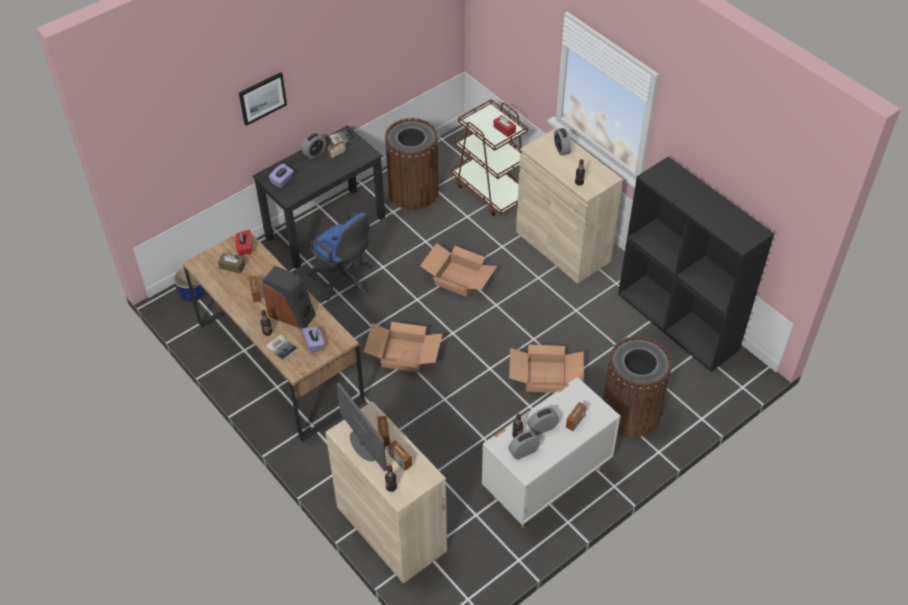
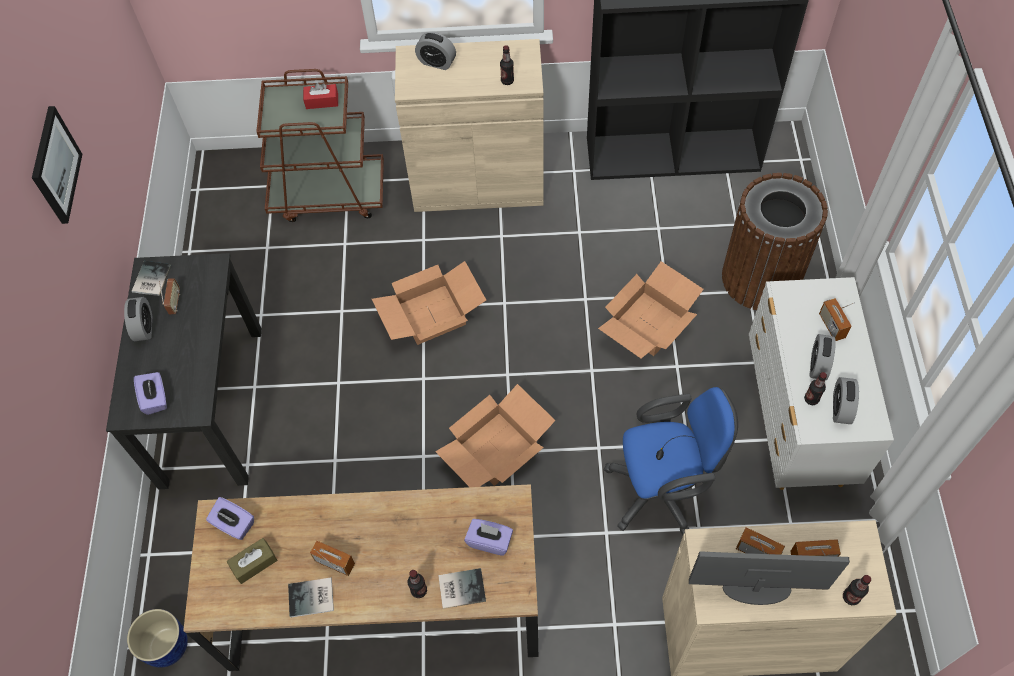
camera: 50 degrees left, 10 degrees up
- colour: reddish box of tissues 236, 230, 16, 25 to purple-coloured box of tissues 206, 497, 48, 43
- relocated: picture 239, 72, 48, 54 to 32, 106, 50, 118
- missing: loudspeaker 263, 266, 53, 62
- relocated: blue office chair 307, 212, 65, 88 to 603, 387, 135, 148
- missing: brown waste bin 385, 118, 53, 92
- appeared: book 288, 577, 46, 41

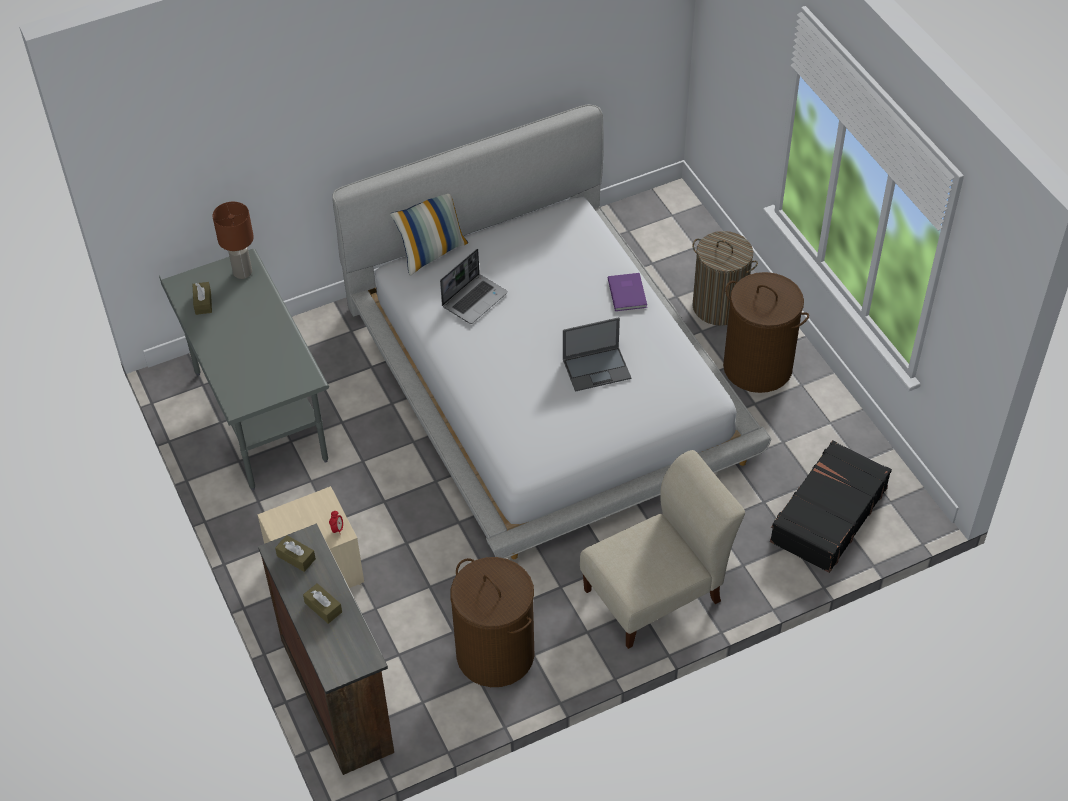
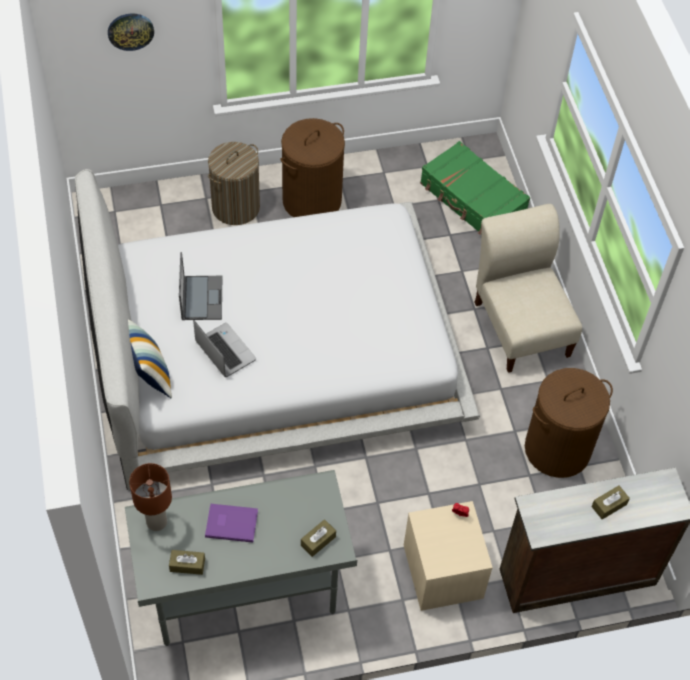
camera: 80 degrees left, 5 degrees up
- relocated: brown box of tissues 275, 535, 41, 37 to 301, 519, 35, 38
- relocated: notebook computer 563, 317, 68, 75 to 179, 252, 43, 68
- relocated: purple-coloured book 608, 273, 39, 38 to 205, 504, 53, 38
- colour: blackish suitcase 770, 440, 122, 133 to green suitcase 420, 141, 110, 94
- appeared: wall clock 108, 14, 46, 37

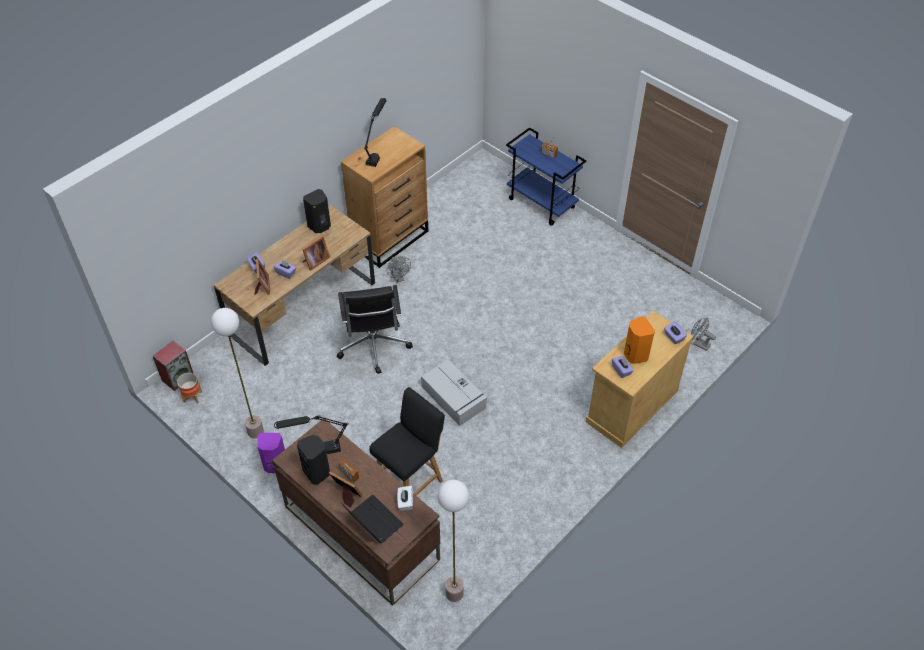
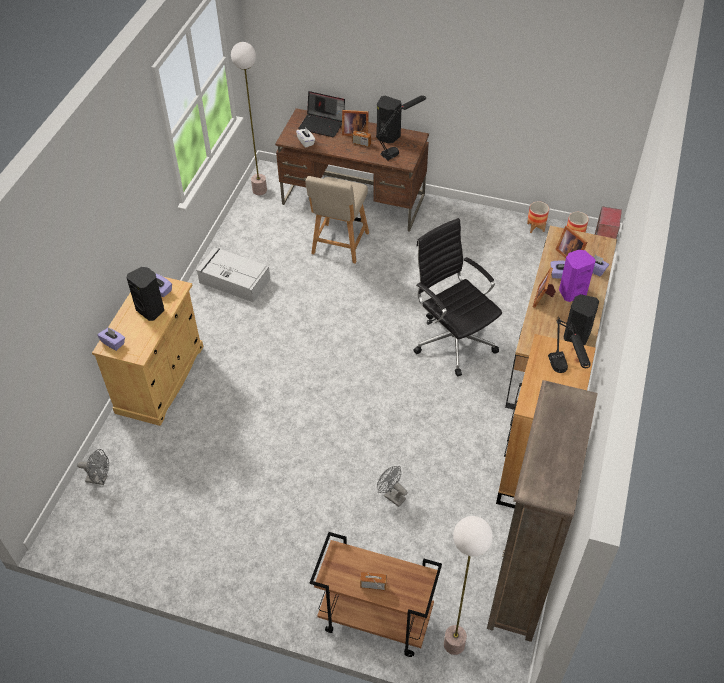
camera: 155 degrees right, 0 degrees up
- relocated: standard lamp 211, 308, 53, 130 to 444, 516, 49, 139
- relocated: purple-coloured loudspeaker 257, 433, 28, 40 to 559, 250, 37, 52
- colour: blackish plain chair 369, 387, 76, 109 to sand-coloured plain chair 305, 176, 64, 88
- relocated: gray fan 387, 256, 24, 27 to 377, 466, 31, 41
- relocated: gray storage box 421, 360, 66, 66 to 196, 247, 74, 55
- colour: blue cart 506, 127, 80, 99 to brown cart 310, 532, 132, 125
- colour: orangey loudspeaker 624, 316, 31, 48 to blackish loudspeaker 126, 267, 38, 54
- appeared: brown shelving unit 487, 380, 111, 262
- appeared: flower pot 527, 201, 22, 32

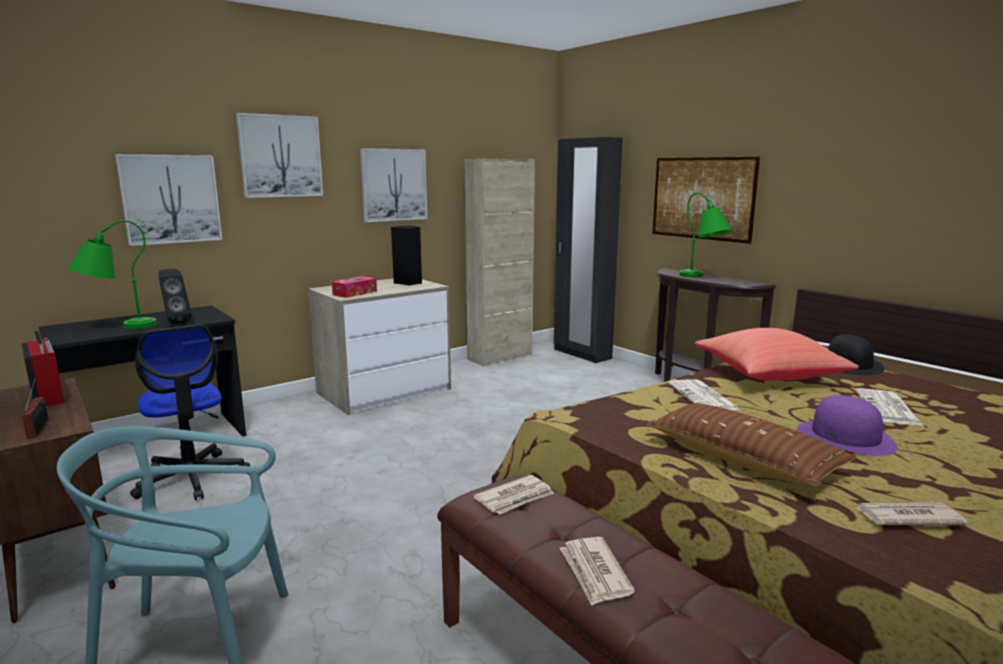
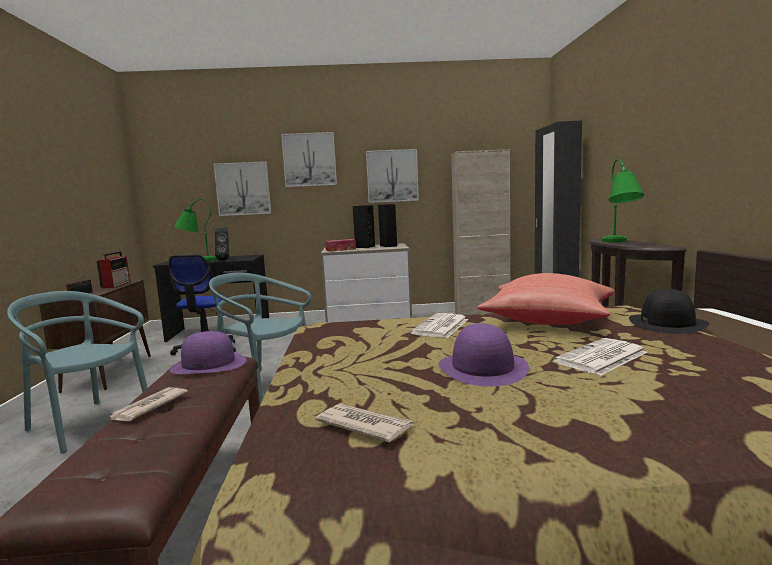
camera: 35 degrees right, 5 degrees down
- exchanged: newspaper 473, 475, 81, 40 to purple-coloured hat 170, 331, 77, 43
- missing: brown pillow 646, 403, 210, 83
- missing: picture 652, 157, 108, 87
- appeared: turquoise-coloured plain chair 209, 272, 103, 132
- appeared: blackish loudspeaker 353, 205, 22, 43

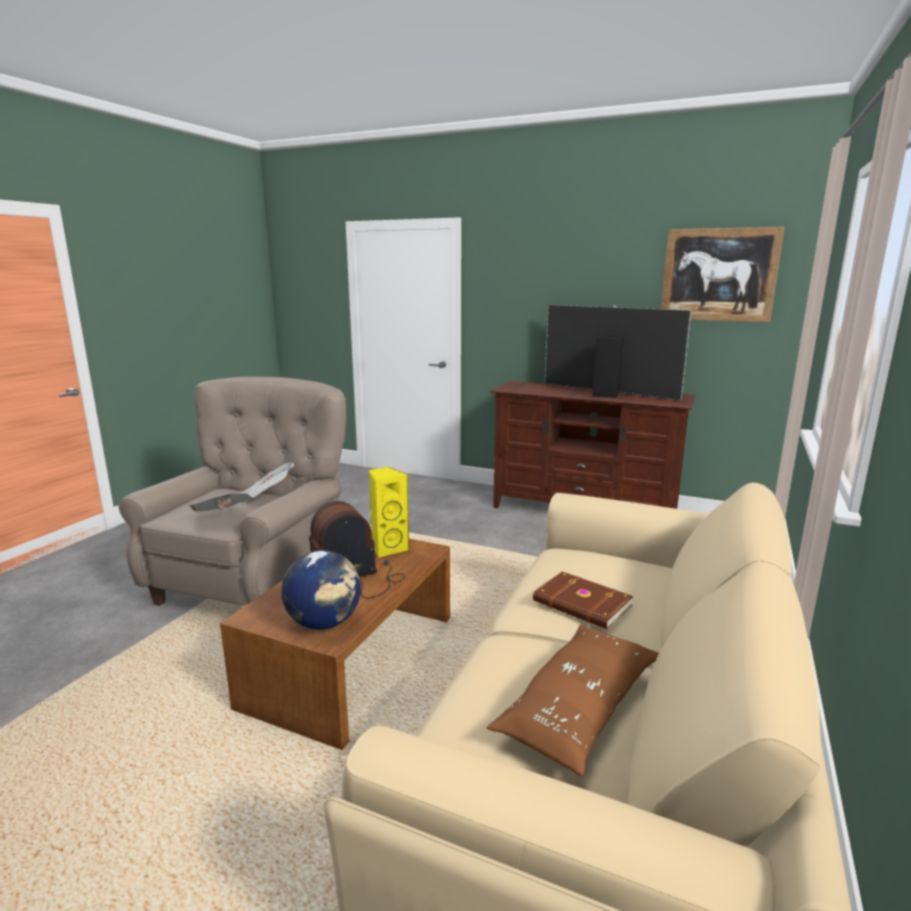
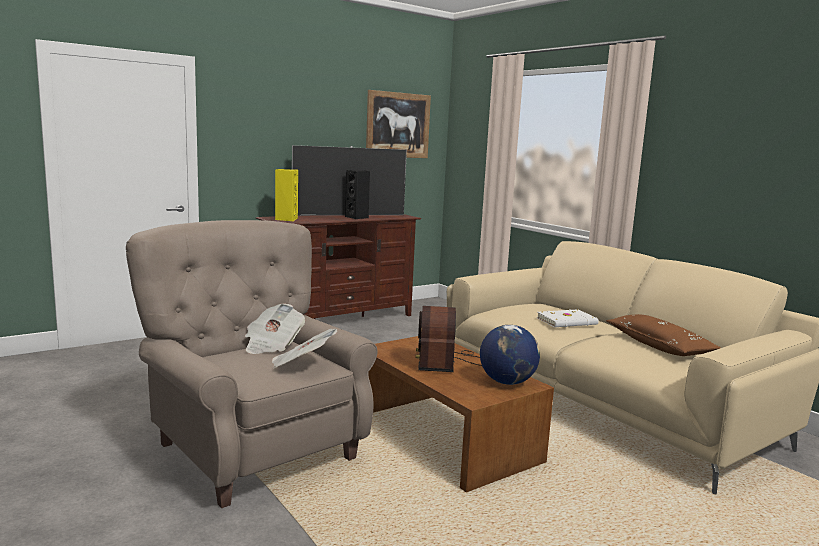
camera: 60 degrees left, 5 degrees down
- relocated: yellowish loudspeaker 369, 467, 41, 91 to 275, 169, 23, 52
- colour: brown book 533, 571, 100, 58 to white-coloured book 537, 309, 62, 18

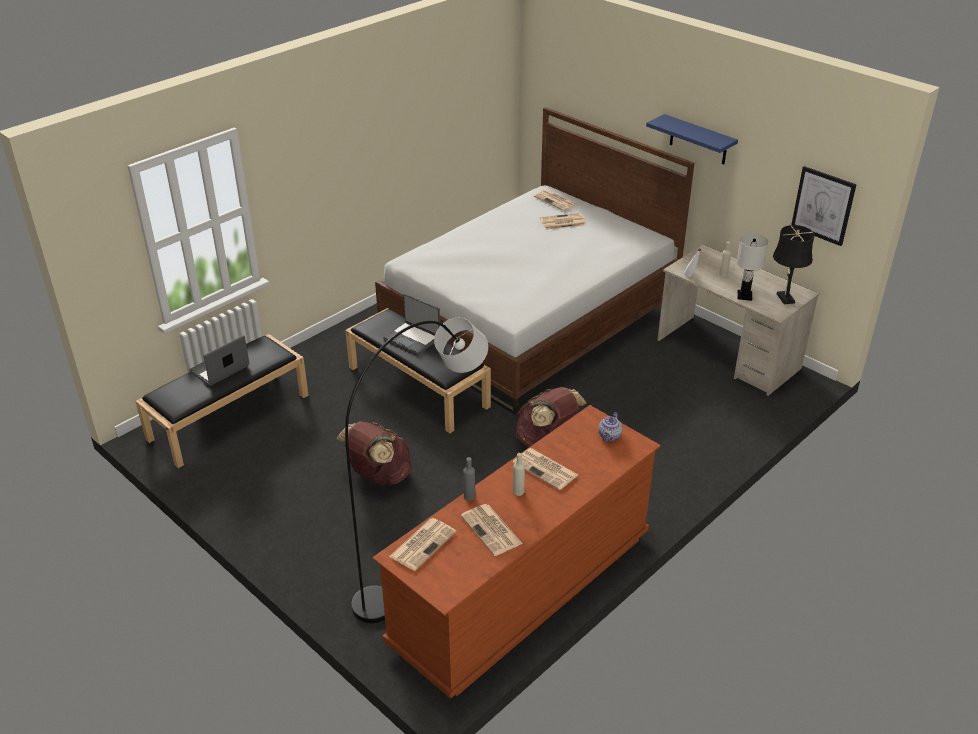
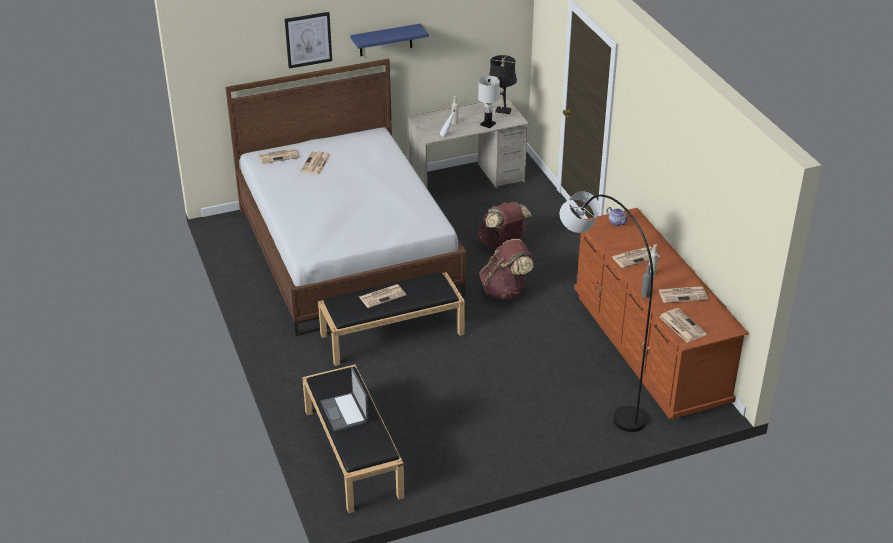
camera: 65 degrees left, 0 degrees up
- relocated: brown rucksack 336, 422, 75, 63 to 477, 202, 55, 46
- exchanged: notebook computer 384, 294, 56, 61 to newspaper 359, 284, 47, 24
- relocated: picture 791, 166, 65, 80 to 285, 12, 47, 57

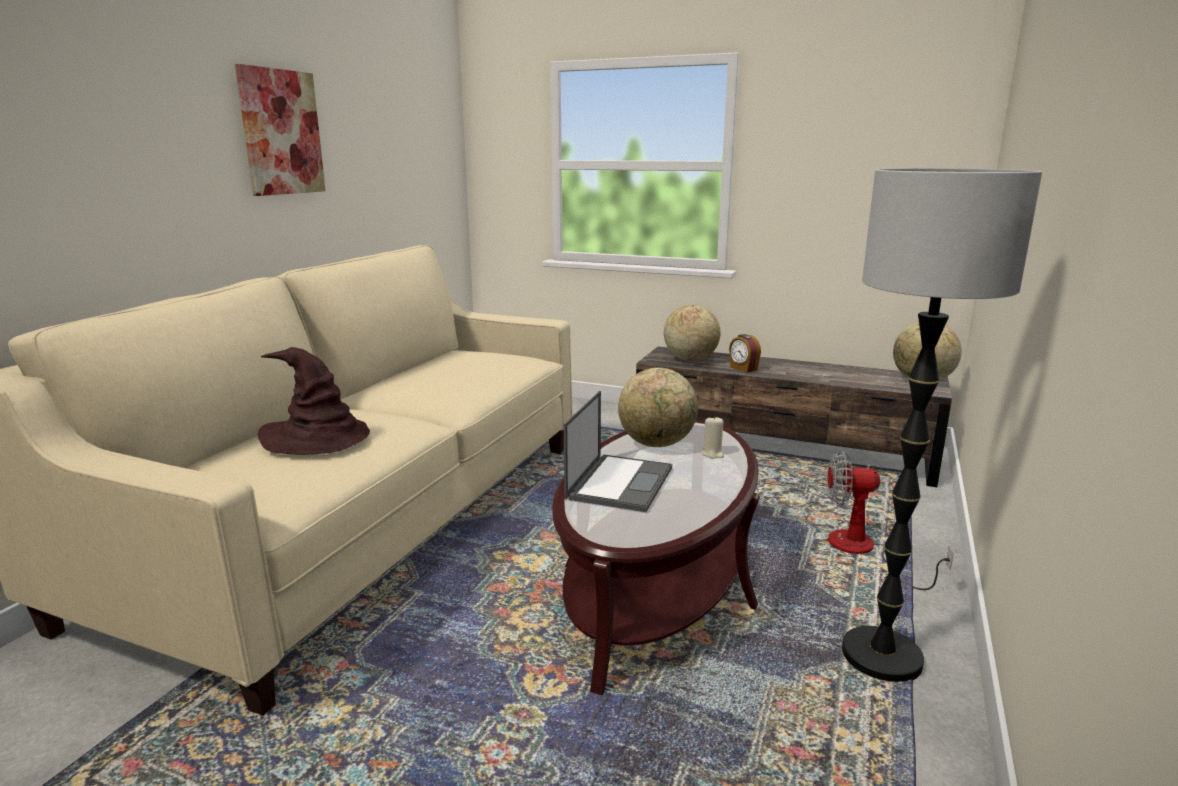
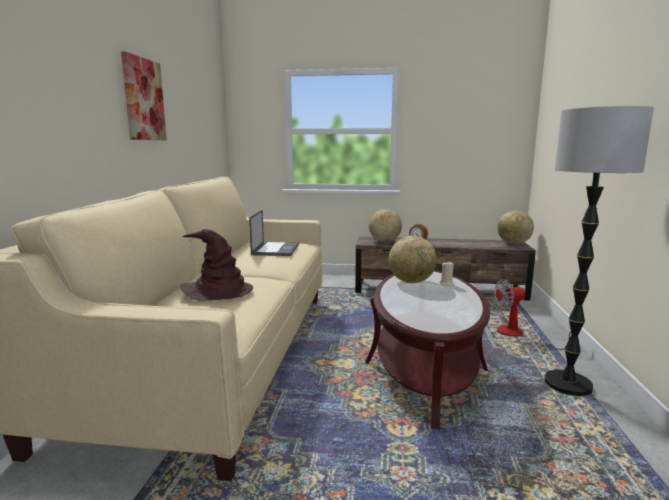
camera: 15 degrees left, 5 degrees down
- relocated: notebook computer 564, 391, 108, 121 to 249, 210, 50, 46

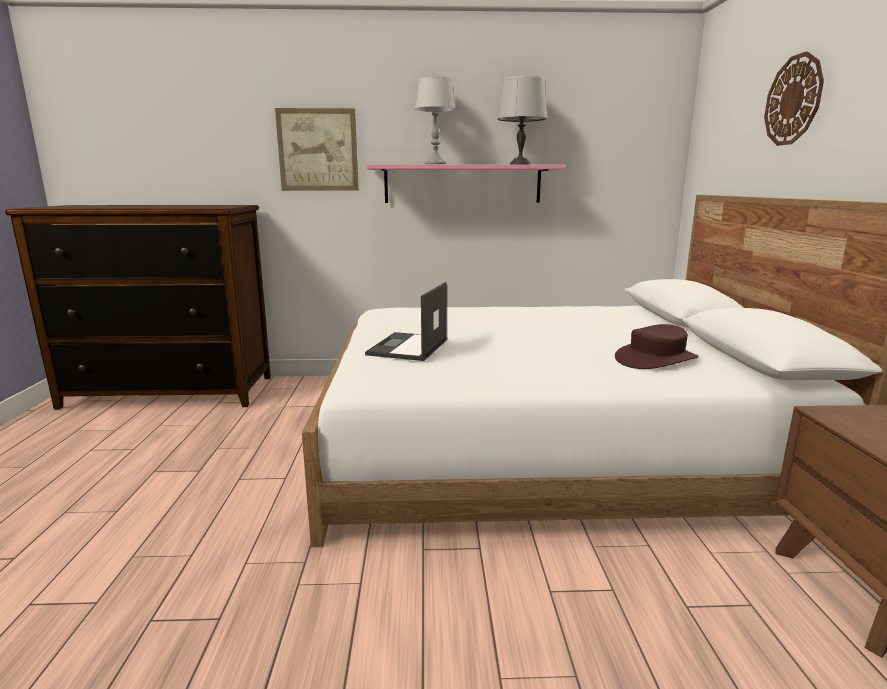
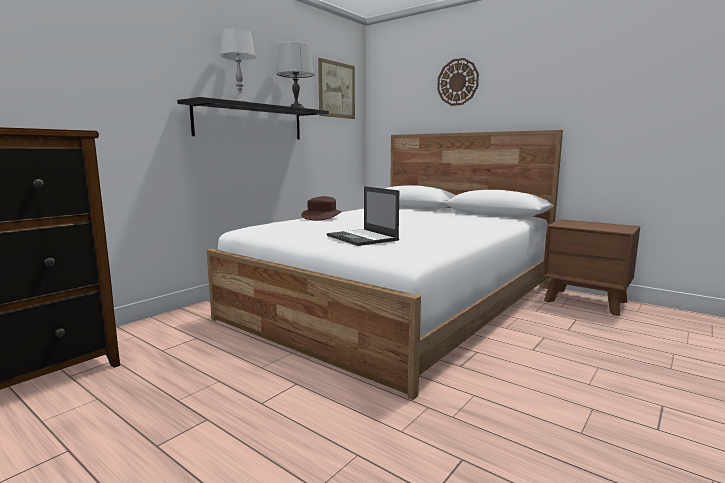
camera: 50 degrees left, 5 degrees down
- relocated: picture 275, 108, 84, 83 to 318, 58, 37, 61
- colour: pinkish wall shelf 366, 164, 199, 39 to blackish wall shelf 177, 97, 152, 43
- relocated: brown hat 615, 324, 84, 45 to 301, 196, 41, 24

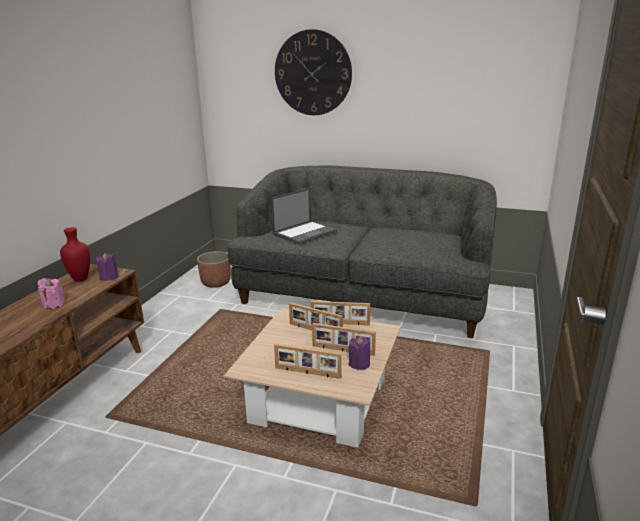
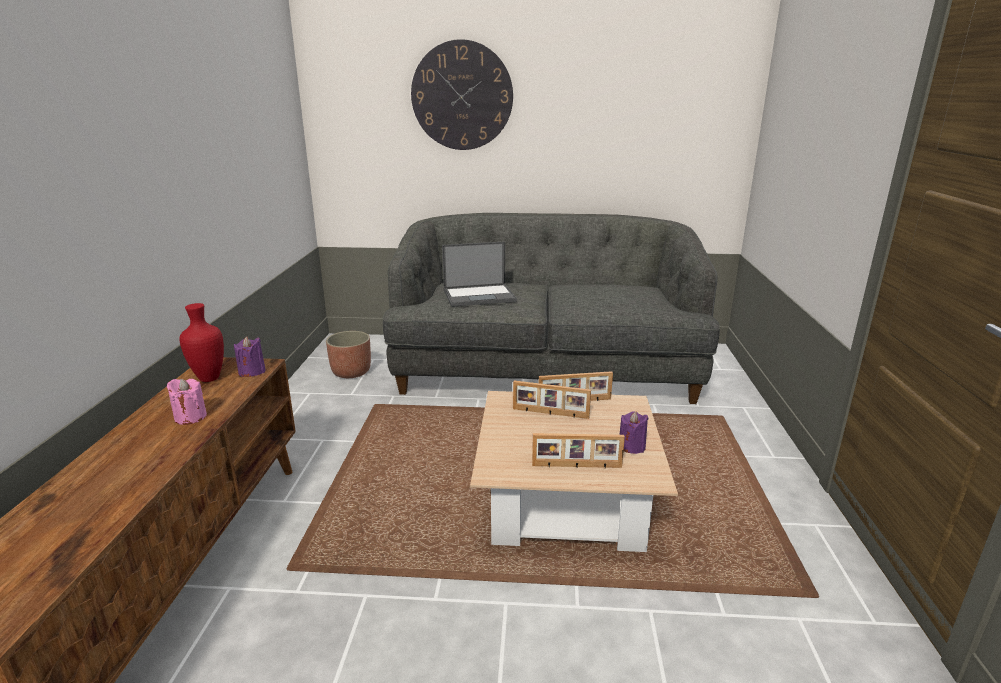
camera: 15 degrees left, 0 degrees up
- spun: notebook computer 271, 188, 66, 57 = 442, 241, 75, 66 45 degrees clockwise
- missing: photo frame 312, 323, 64, 33

